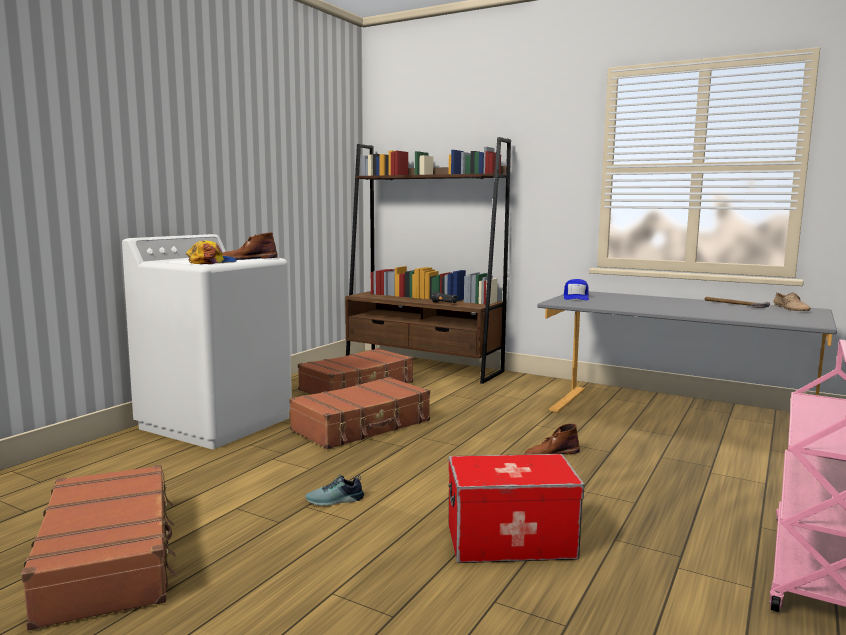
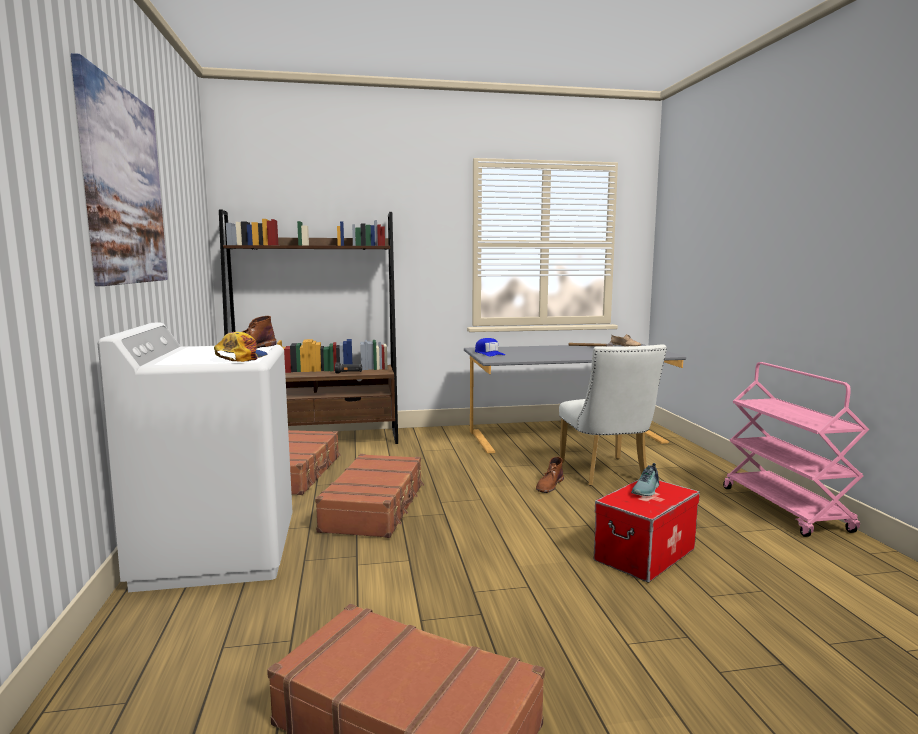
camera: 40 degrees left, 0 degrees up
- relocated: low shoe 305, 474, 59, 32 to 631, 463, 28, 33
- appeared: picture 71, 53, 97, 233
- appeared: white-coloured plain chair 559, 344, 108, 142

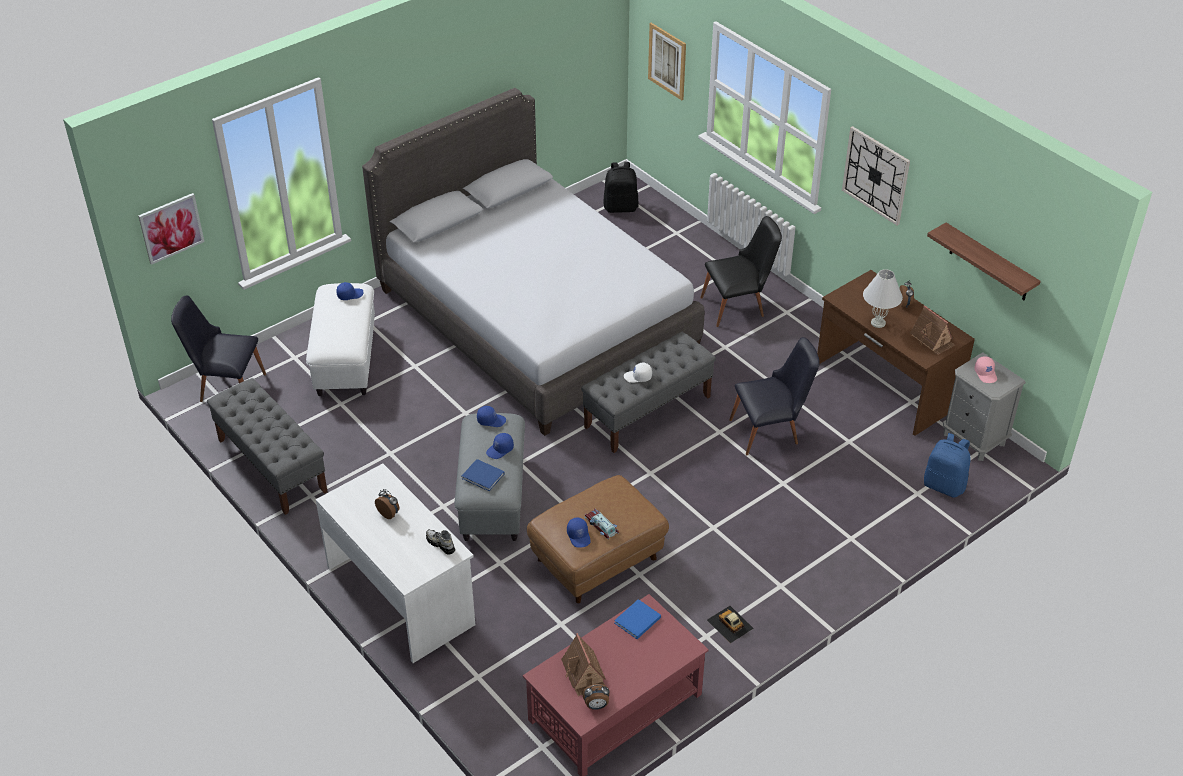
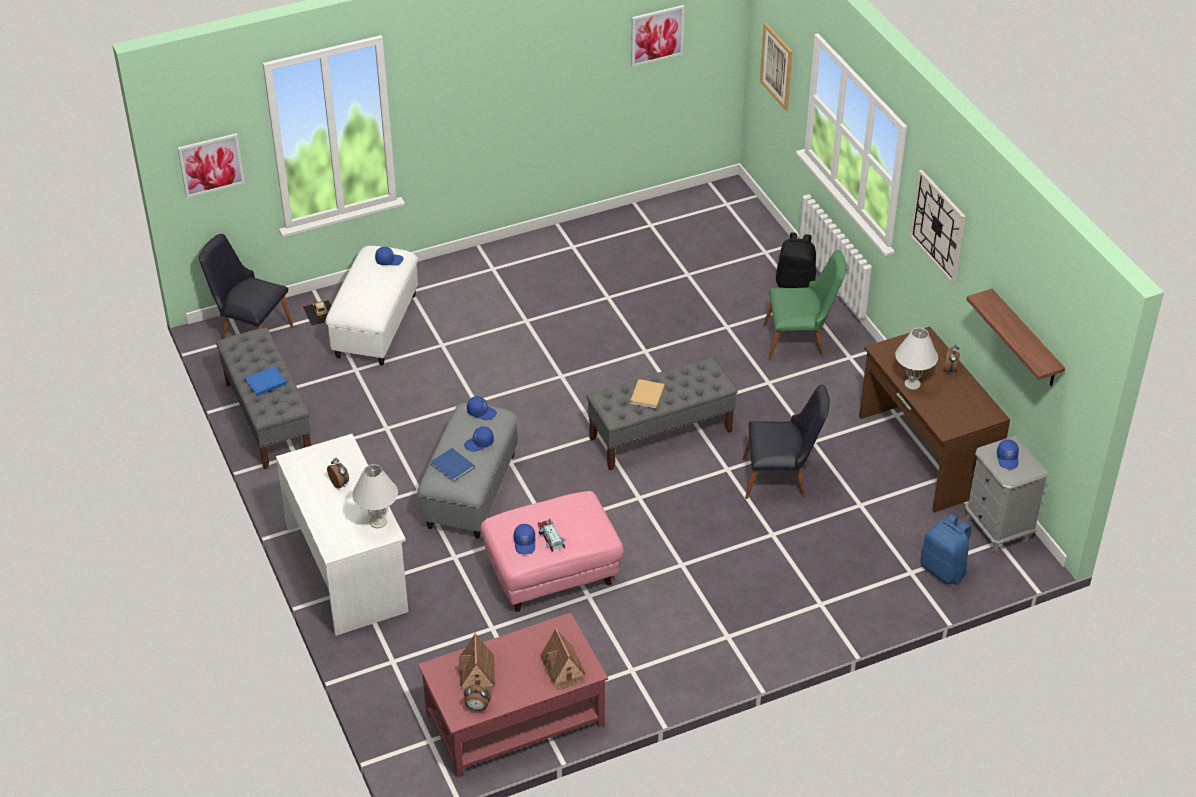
camera: 15 degrees right, 0 degrees up
- missing: gray bed 362, 88, 342, 348
- exchanged: low shoe 426, 529, 29, 26 to white-coloured table lamp 352, 464, 46, 65
- colour: brown pouffe 527, 475, 142, 128 to pinkish pouffe 480, 491, 144, 121
- relocated: blackish rucksack 603, 162, 36, 51 to 776, 232, 40, 56
- relocated: blue book 614, 599, 47, 40 to 245, 366, 42, 30
- exchanged: white-coloured peaked cap 624, 363, 28, 20 to sand-coloured book 630, 379, 35, 30
- colour: blackish plain chair 700, 216, 82, 111 to green plain chair 763, 250, 83, 110
- relocated: model car 707, 606, 47, 37 to 303, 300, 28, 26
- relocated: miniature house 910, 305, 45, 50 to 540, 628, 46, 62
- colour: pinkish peaked cap 974, 356, 23, 27 to blue peaked cap 997, 439, 22, 30
- appeared: picture 631, 5, 54, 62

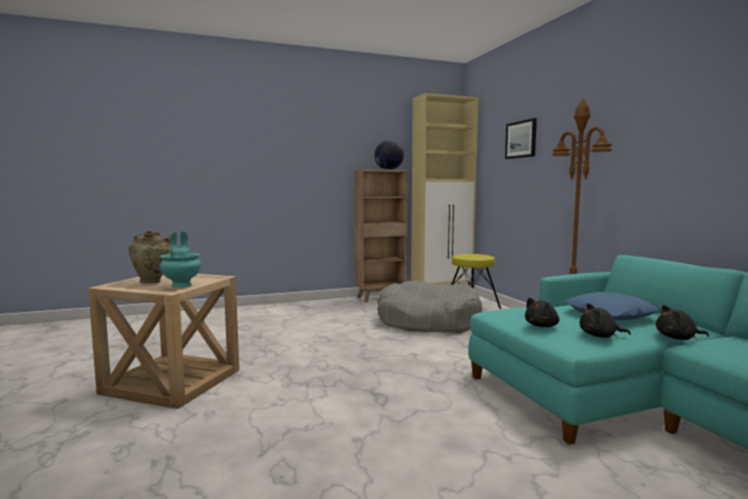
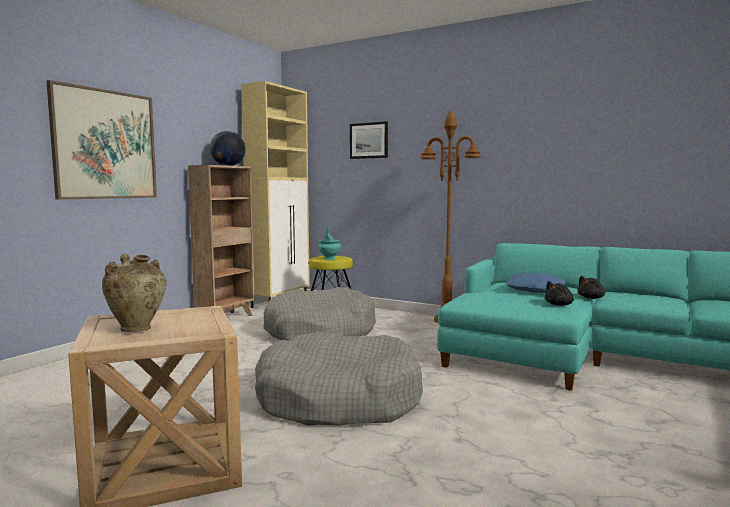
camera: 40 degrees left, 0 degrees up
- relocated: turquoise-coloured decorative vase 160, 231, 41, 57 to 318, 226, 23, 34
- missing: blackish soft toy 525, 298, 34, 29
- appeared: picture 46, 80, 111, 120
- appeared: gray dog cushion 255, 332, 168, 94

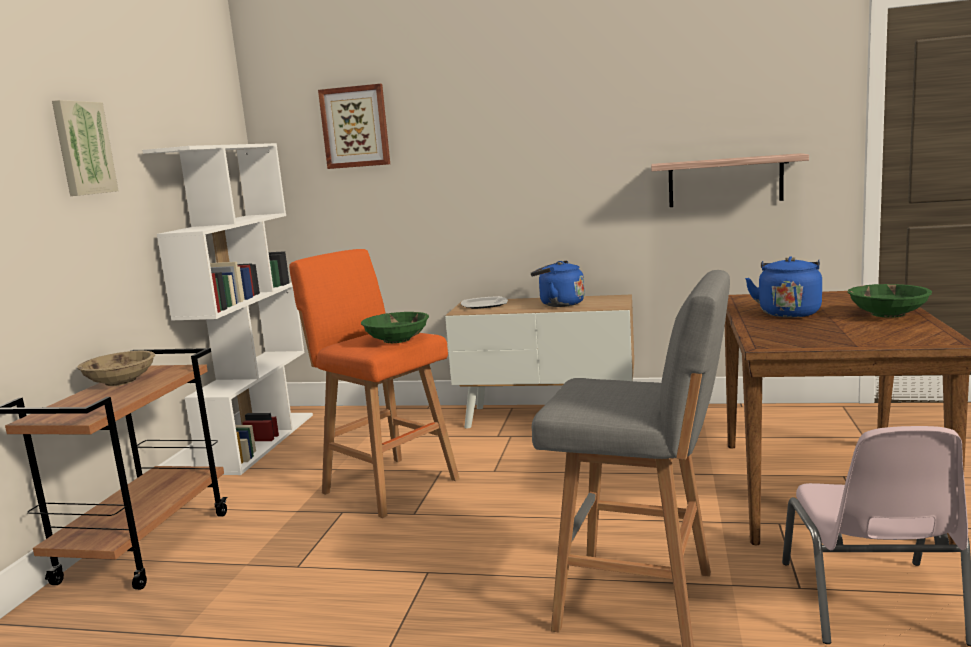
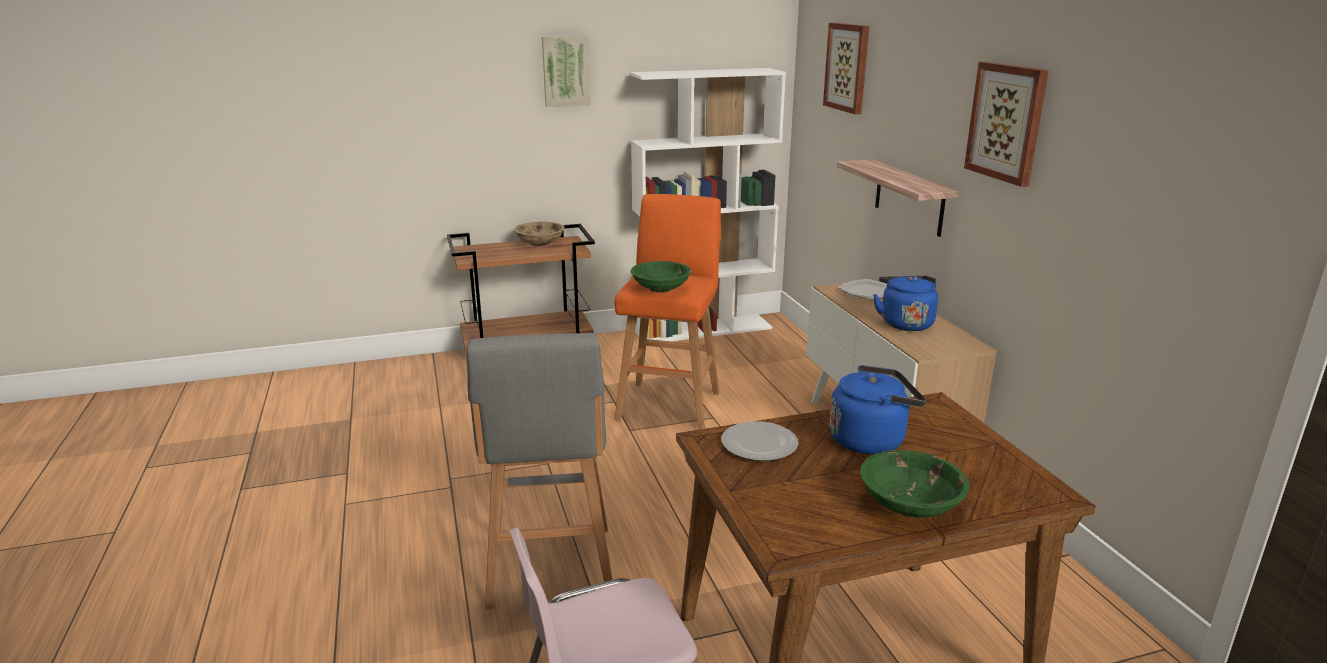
camera: 60 degrees right, 10 degrees up
- relocated: wall shelf 651, 153, 158, 54 to 837, 159, 122, 78
- appeared: dinner plate 721, 421, 78, 40
- appeared: picture 964, 62, 85, 125

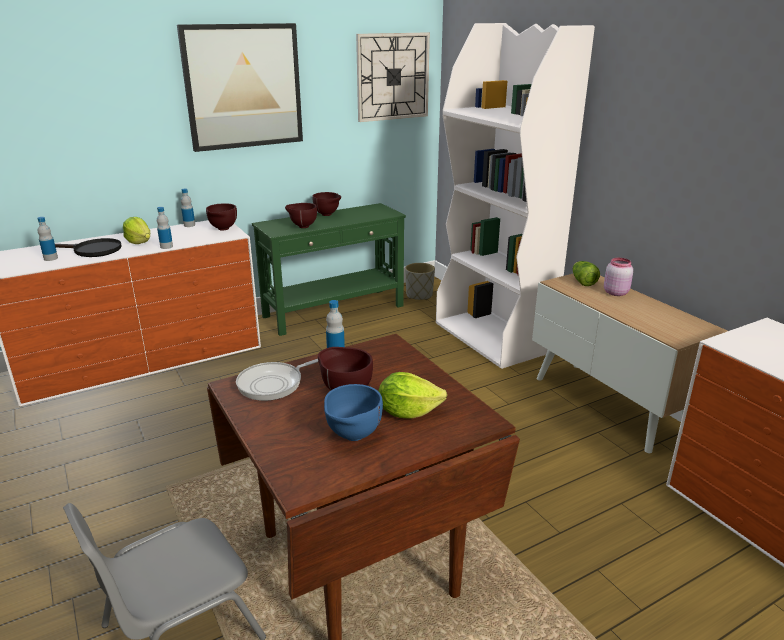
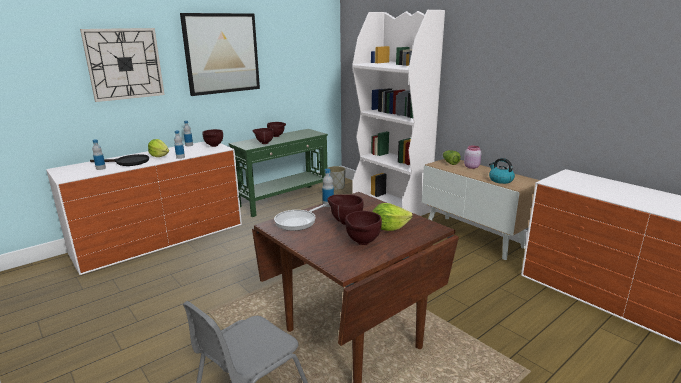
camera: 10 degrees left, 5 degrees down
- colour: blue deep dish 324, 384, 59, 57 to brown deep dish 345, 211, 37, 34
- relocated: wall clock 356, 32, 74, 90 to 80, 28, 85, 74
- appeared: tea kettle 489, 158, 26, 26

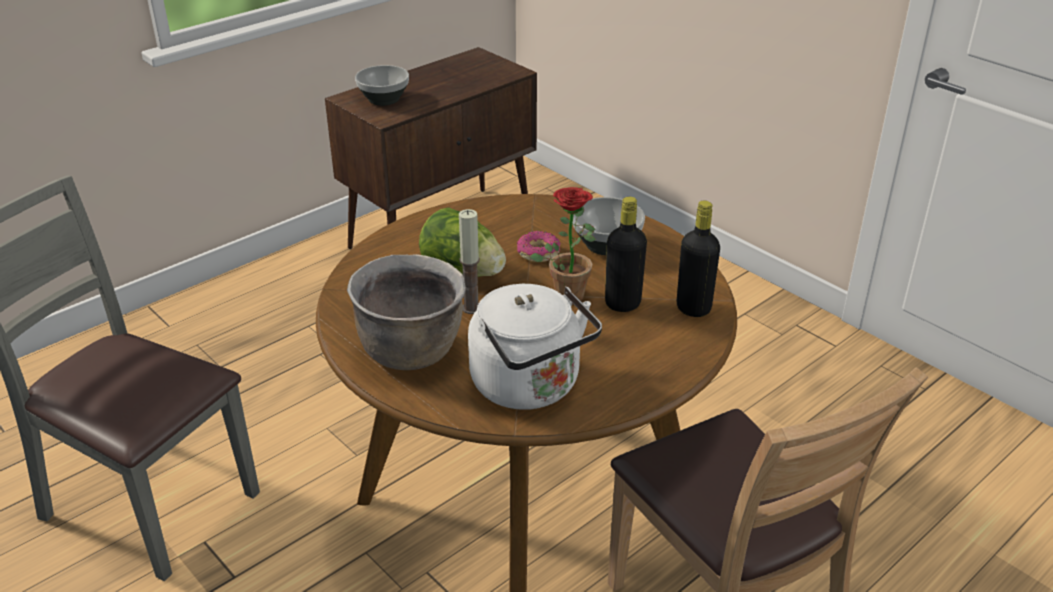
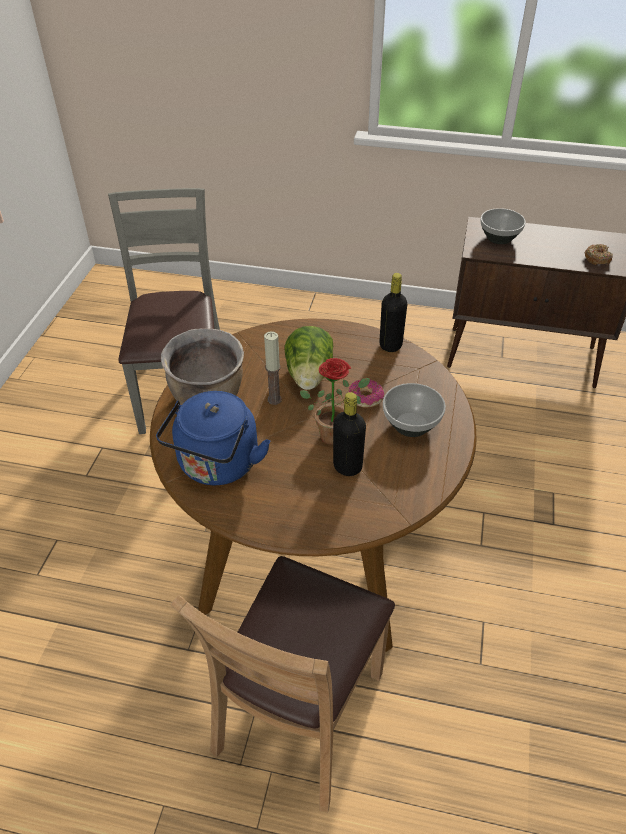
camera: 55 degrees right, 10 degrees up
- colour: white-coloured tea kettle 468, 284, 134, 126 to blue tea kettle 156, 391, 114, 94
- relocated: blackish bottle 677, 201, 43, 116 to 379, 273, 28, 79
- appeared: doughnut 585, 244, 28, 21

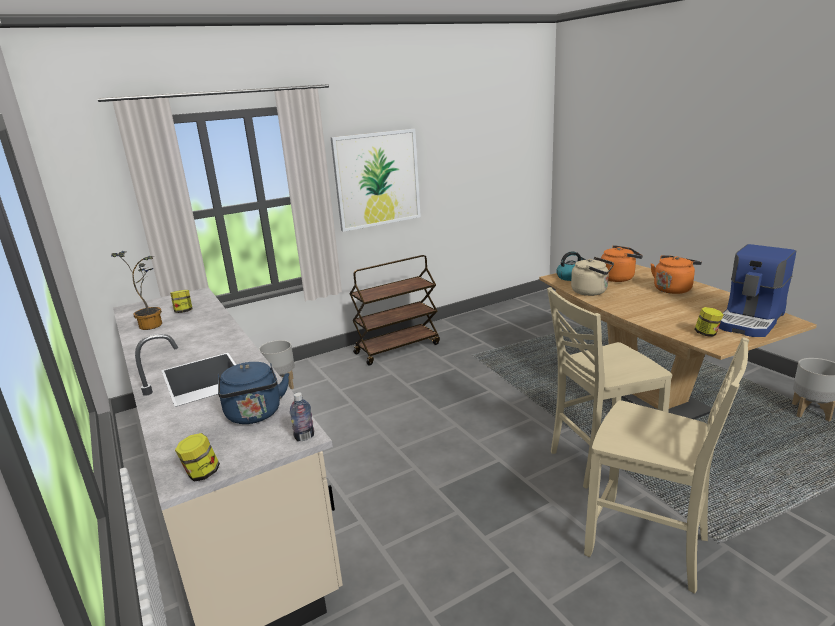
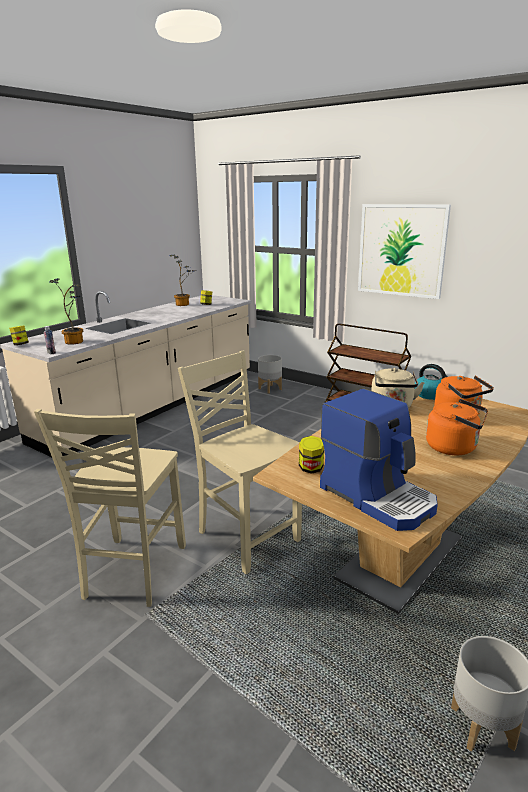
camera: 65 degrees right, 0 degrees up
- exchanged: blue tea kettle 218, 362, 71, 62 to houseplant 49, 278, 34, 67
- spun: coffee maker 719, 244, 77, 93 = 320, 389, 118, 142 150 degrees counterclockwise

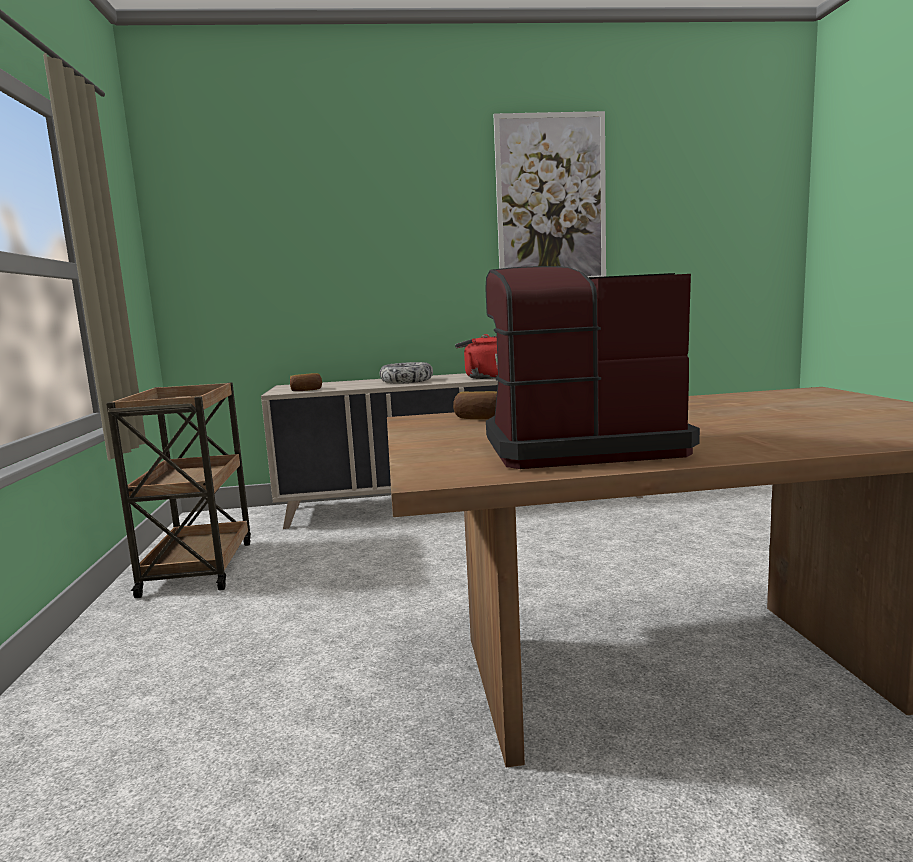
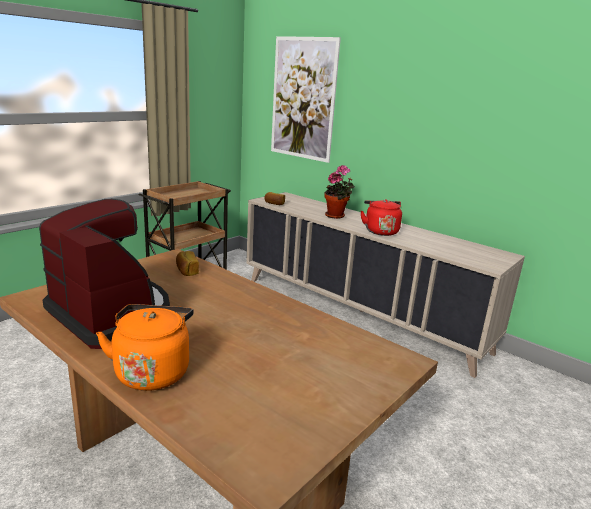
camera: 45 degrees right, 10 degrees up
- exchanged: deep dish 380, 362, 53, 22 to houseplant 325, 165, 30, 54
- relocated: picture 493, 111, 113, 166 to 271, 36, 70, 127
- appeared: orangey tea kettle 96, 304, 98, 87

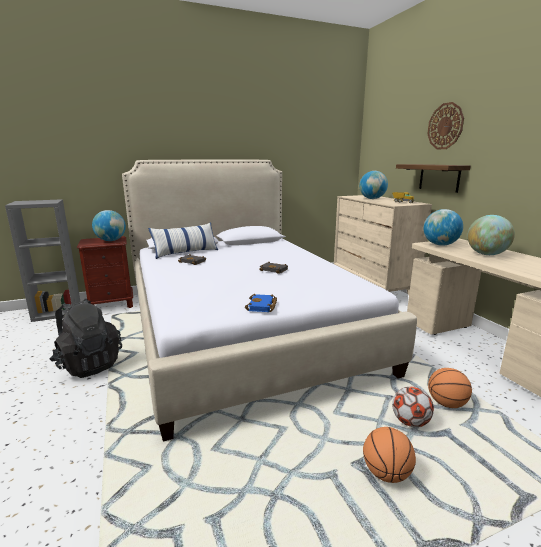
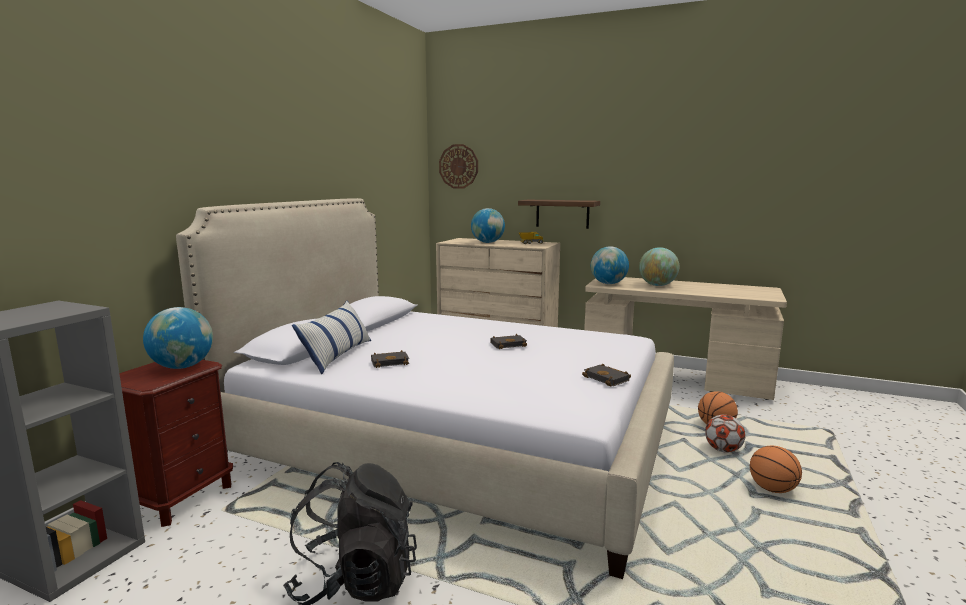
camera: 45 degrees left, 5 degrees down
- colour: blue book 245, 294, 32, 18 to blackish book 582, 364, 49, 22
- relocated: wall clock 427, 102, 37, 47 to 439, 144, 39, 45

